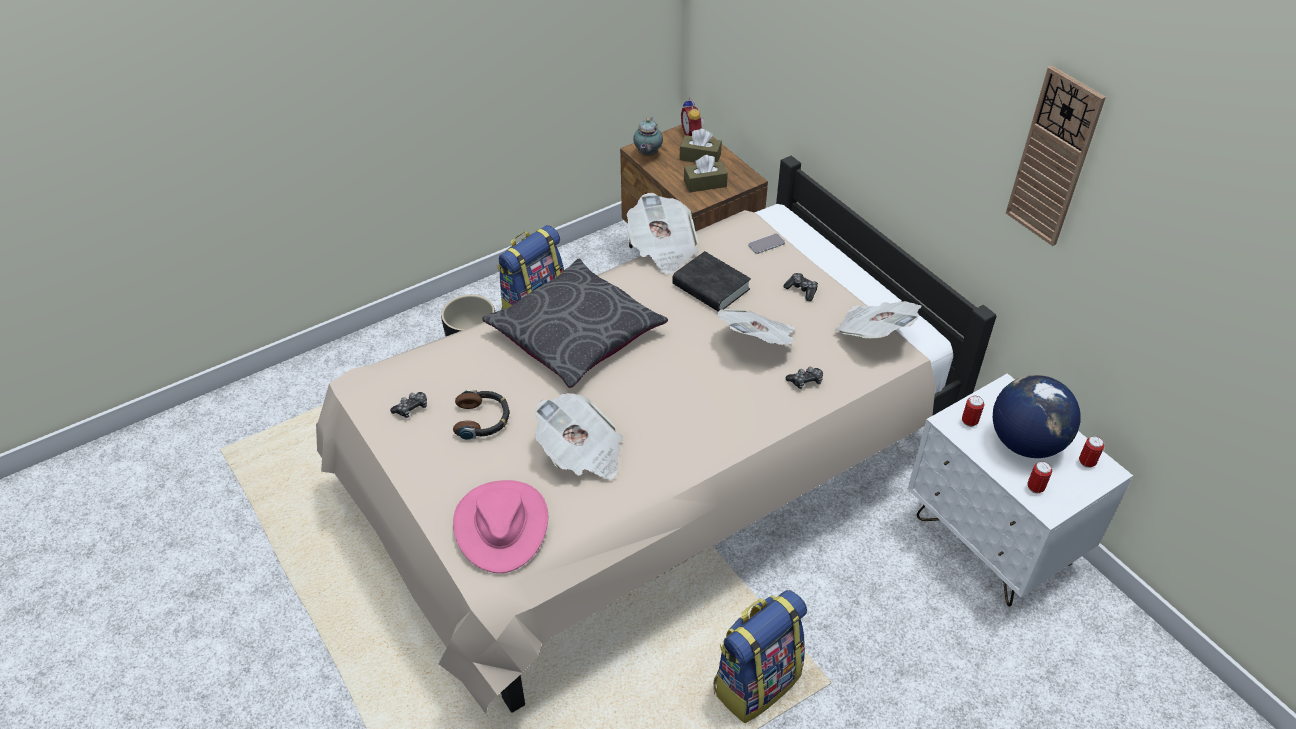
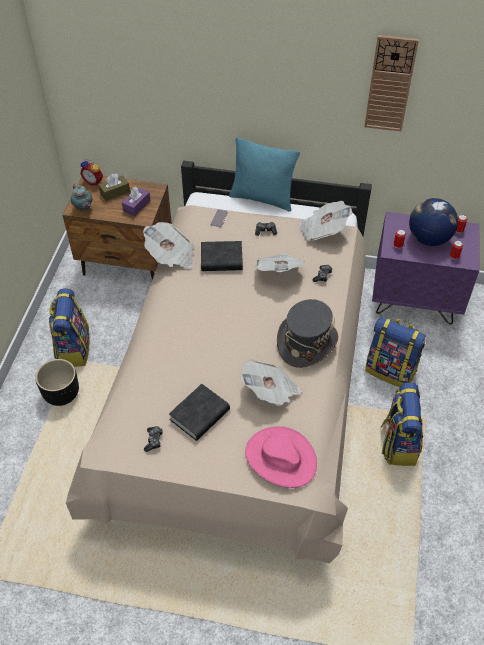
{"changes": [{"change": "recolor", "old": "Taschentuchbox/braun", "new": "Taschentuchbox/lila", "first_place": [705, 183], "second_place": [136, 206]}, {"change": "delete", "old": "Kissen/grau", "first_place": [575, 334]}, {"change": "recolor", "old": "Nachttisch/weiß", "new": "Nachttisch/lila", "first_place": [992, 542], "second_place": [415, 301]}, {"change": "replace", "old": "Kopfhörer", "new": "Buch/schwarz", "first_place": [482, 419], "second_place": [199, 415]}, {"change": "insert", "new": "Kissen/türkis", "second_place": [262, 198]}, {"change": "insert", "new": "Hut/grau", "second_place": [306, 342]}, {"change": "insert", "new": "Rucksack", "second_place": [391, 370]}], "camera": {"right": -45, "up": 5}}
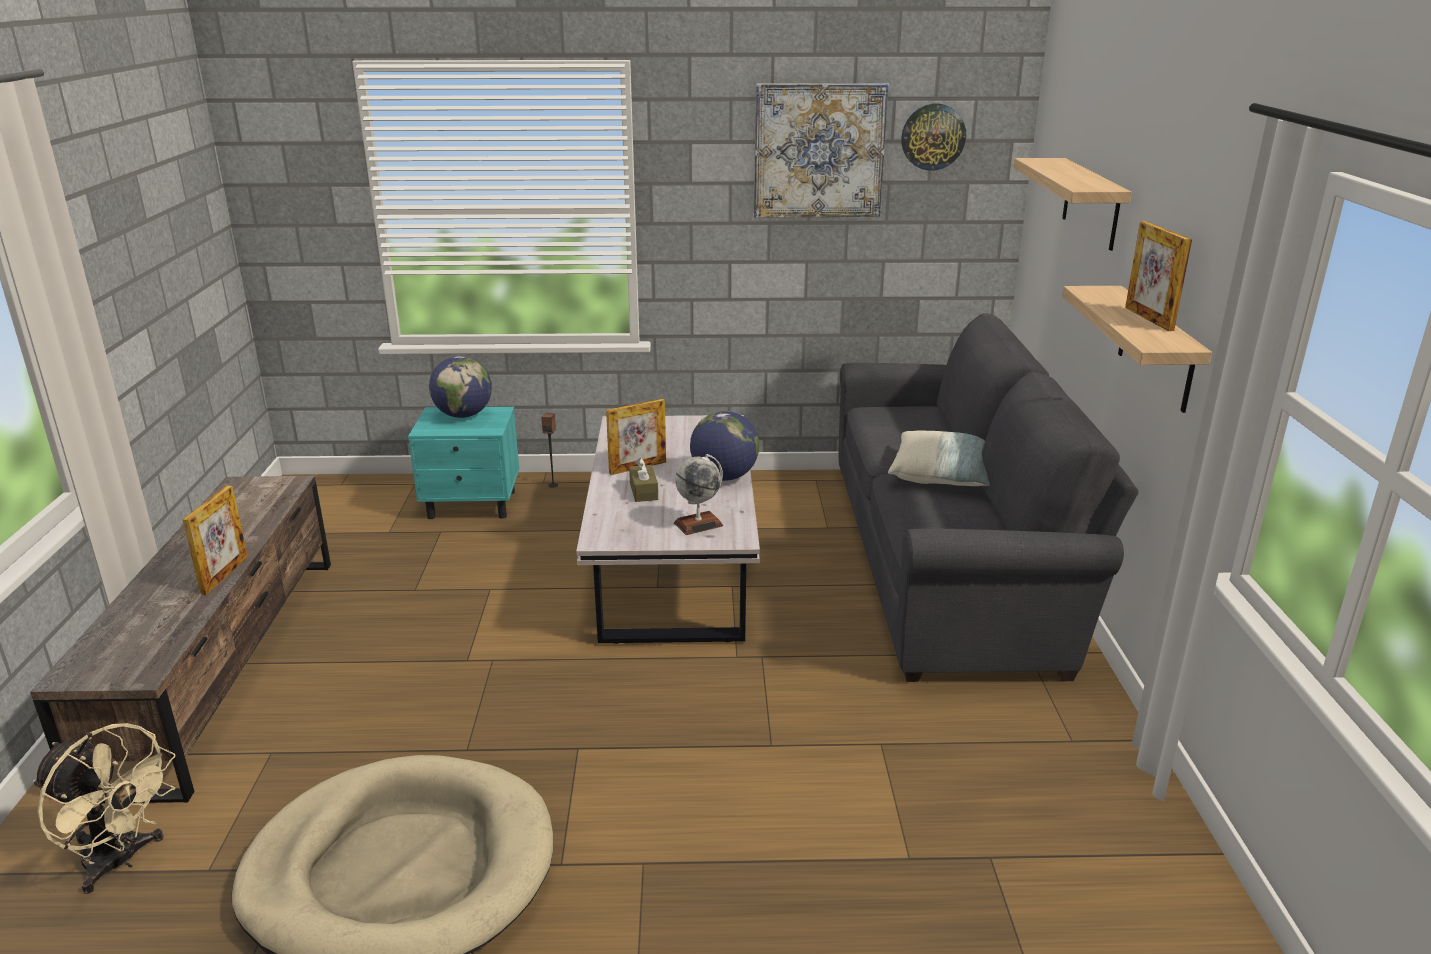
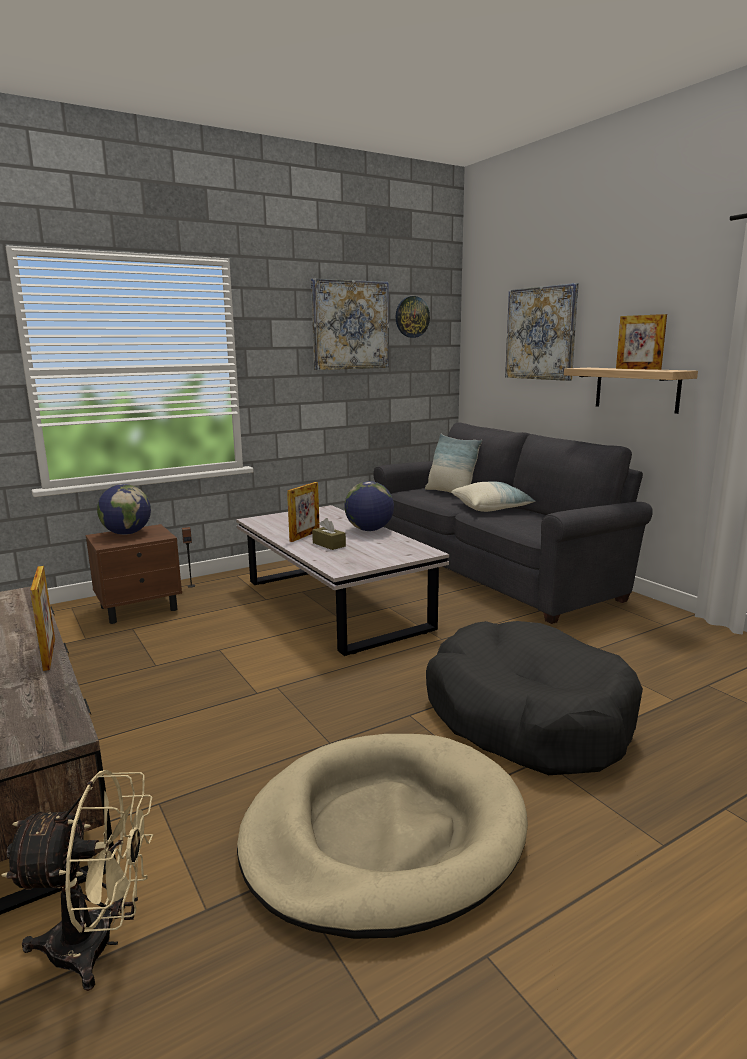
{"changes": [{"change": "replace", "old": "Wandregal", "new": "Bild", "first_place": [1091, 203], "second_place": [541, 333]}, {"change": "recolor", "old": "Nachttisch/türkis", "new": "Nachttisch/braun", "first_place": [473, 504], "second_place": [140, 608]}, {"change": "delete", "old": "Globus", "first_place": [698, 524]}, {"change": "insert", "new": "Kissen", "second_place": [450, 493]}, {"change": "insert", "new": "Hundebett/schwarz", "second_place": [527, 717]}], "camera": {"right": -30, "up": -10}}
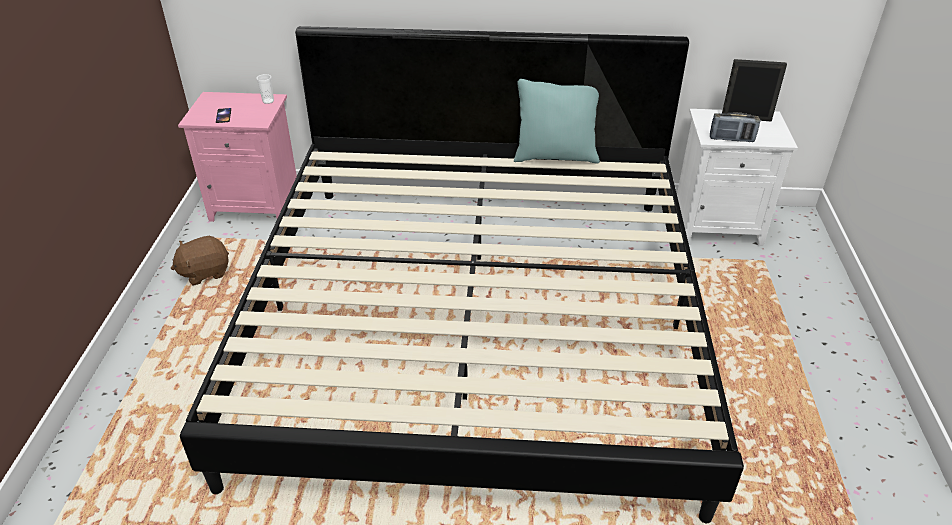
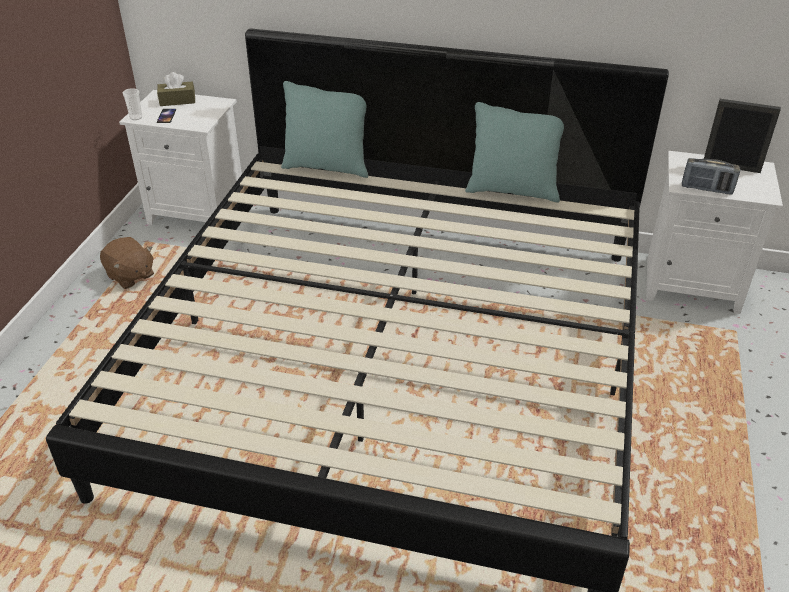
{"changes": [{"change": "move", "old": "Tasse", "first_place": [268, 101], "second_place": [136, 117]}, {"change": "recolor", "old": "Nachttisch/rosa", "new": "Nachttisch/weiß", "first_place": [257, 204], "second_place": [199, 212]}, {"change": "rotate", "old": "Plüschtier/braun", "first_place": [205, 272], "second_place": [130, 276], "degrees": -120}, {"change": "insert", "new": "Taschentuchbox/braun", "second_place": [177, 100]}, {"change": "insert", "new": "Kissen/türkis", "second_place": [327, 166]}], "camera": {"right": 10, "up": 0}}
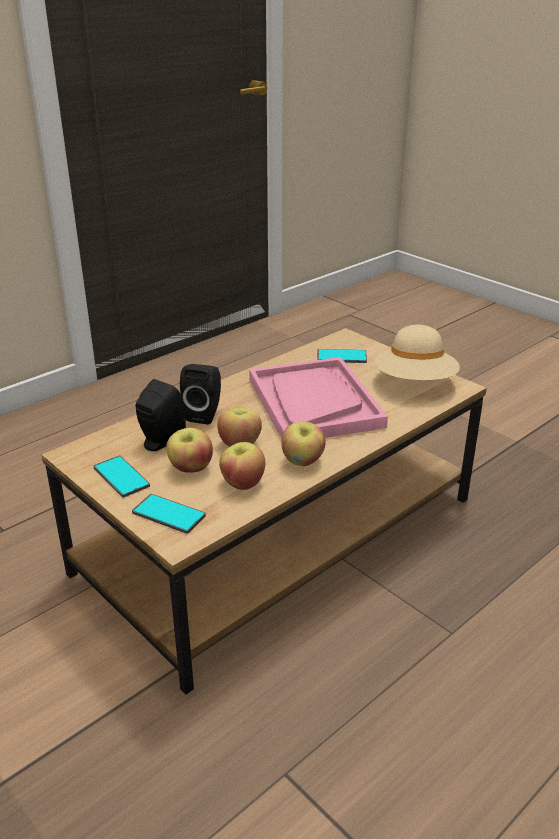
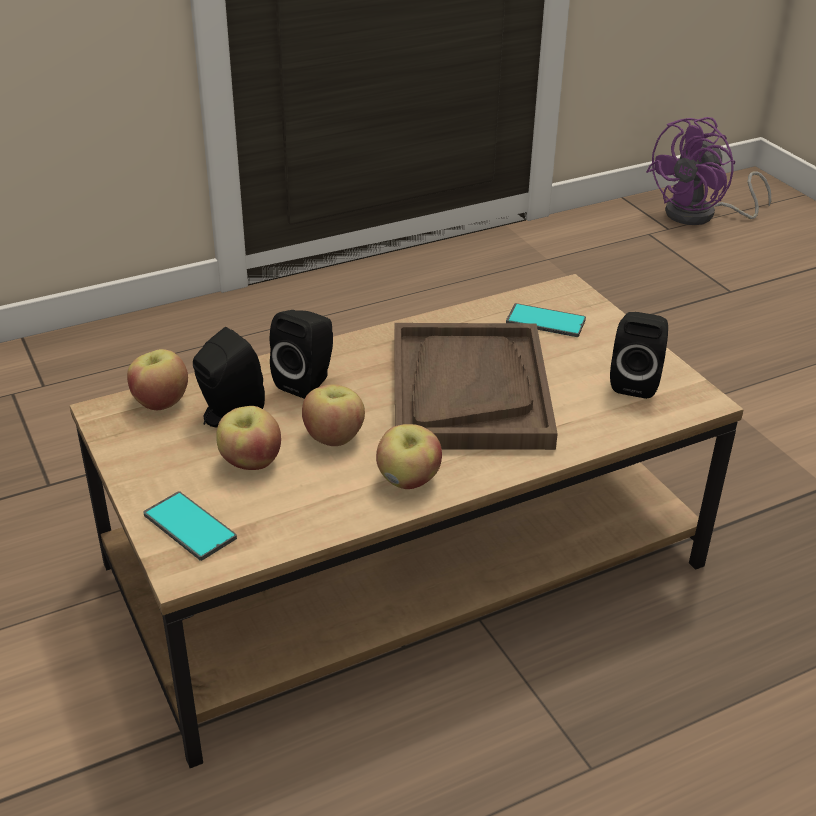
{"changes": [{"change": "replace", "old": "Hut/beige", "new": "Lautsprecher/schwarz", "first_place": [415, 382], "second_place": [635, 382]}, {"change": "recolor", "old": "Tablett/rosa", "new": "Tablett/braun", "first_place": [314, 402], "second_place": [469, 389]}, {"change": "move", "old": "Apfel", "first_place": [242, 483], "second_place": [160, 401]}, {"change": "delete", "old": "Handy", "first_place": [121, 477]}, {"change": "insert", "new": "Ventilator/lila", "second_place": [701, 215]}], "camera": {"right": 15, "up": 5}}
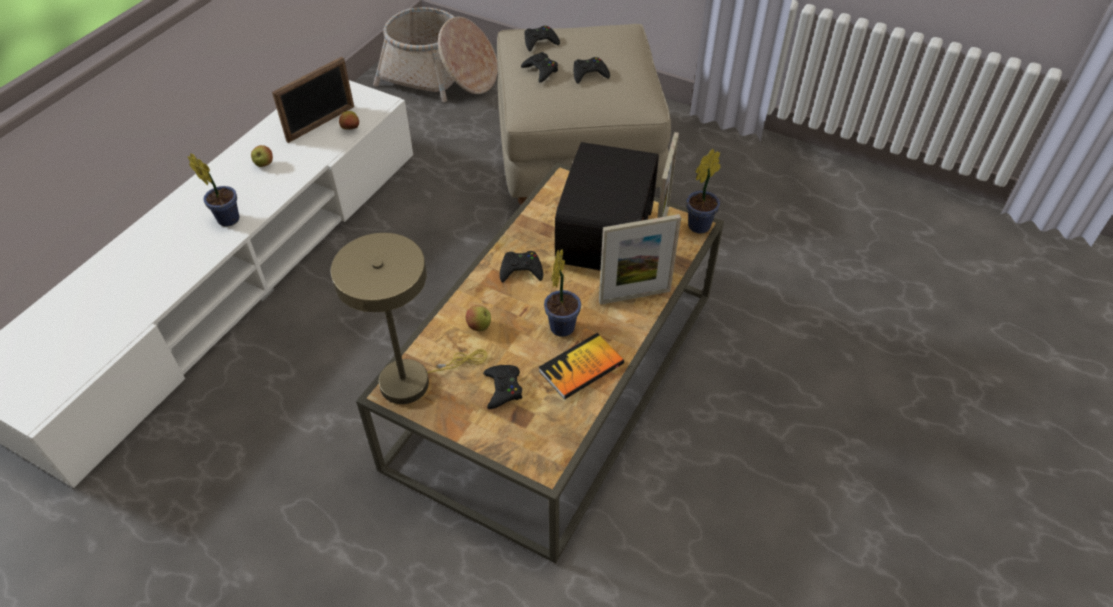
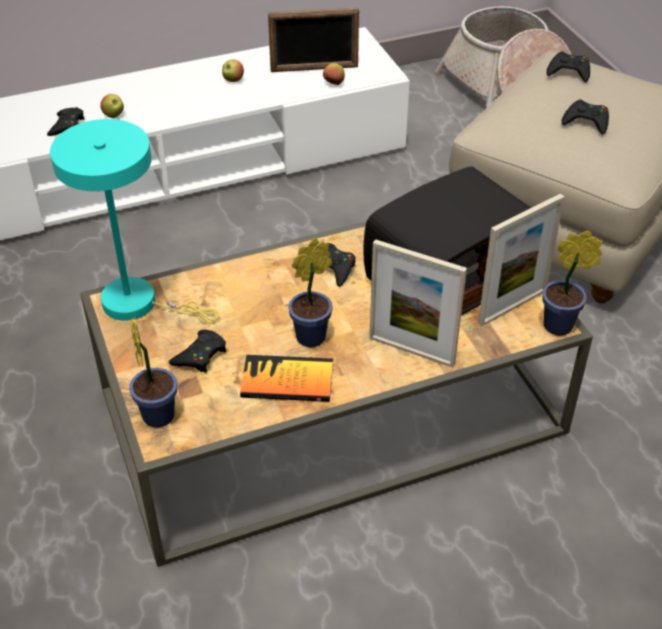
{"changes": [{"change": "move", "old": "Gamepad/schwarz", "first_place": [541, 70], "second_place": [67, 126]}, {"change": "move", "old": "Topfpflanze", "first_place": [226, 218], "second_place": [158, 412]}, {"change": "recolor", "old": "Tischlampe/beige", "new": "Tischlampe/türkis", "first_place": [413, 380], "second_place": [139, 303]}, {"change": "move", "old": "Apfel", "first_place": [479, 326], "second_place": [114, 115]}], "camera": {"right": 40, "up": -5}}
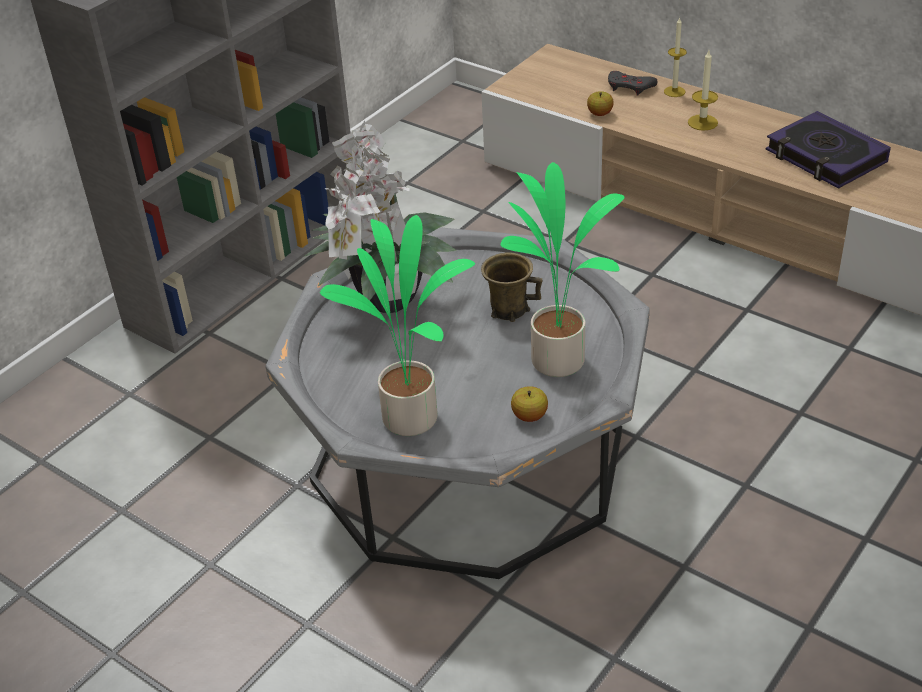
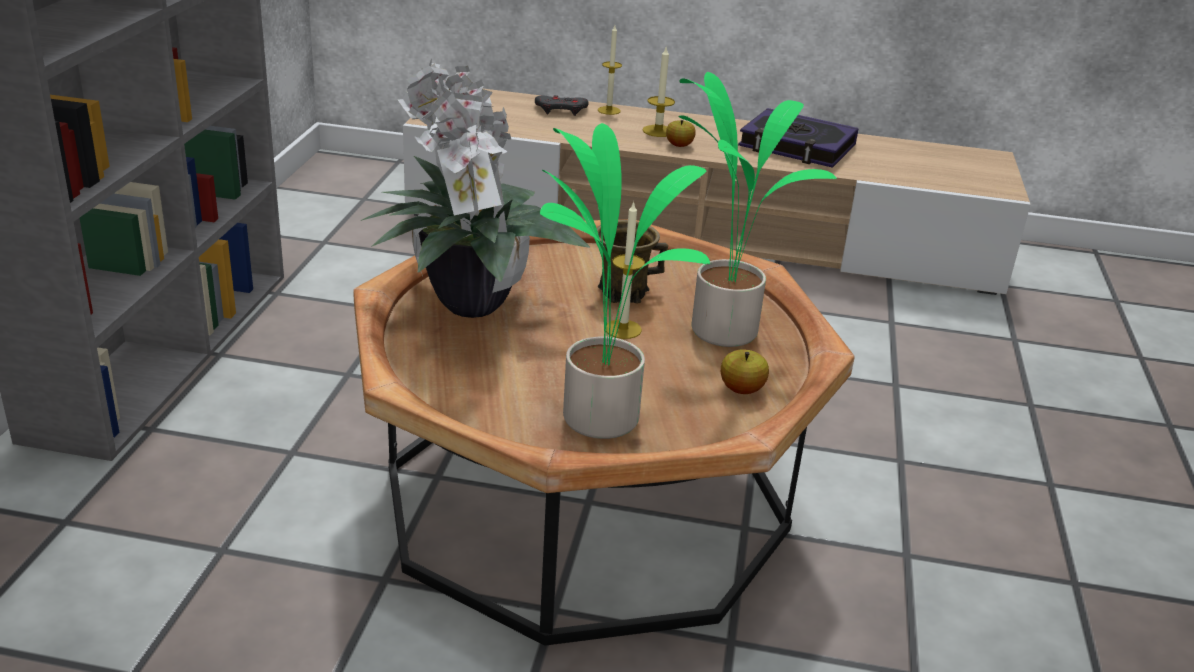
{"changes": [{"change": "move", "old": "Apfel", "first_place": [600, 114], "second_place": [679, 145]}, {"change": "recolor", "old": "Couchtisch/grau", "new": "Couchtisch/braun", "first_place": [468, 457], "second_place": [585, 499]}, {"change": "insert", "new": "Kerze", "second_place": [623, 329]}], "camera": {"right": -30, "up": -10}}
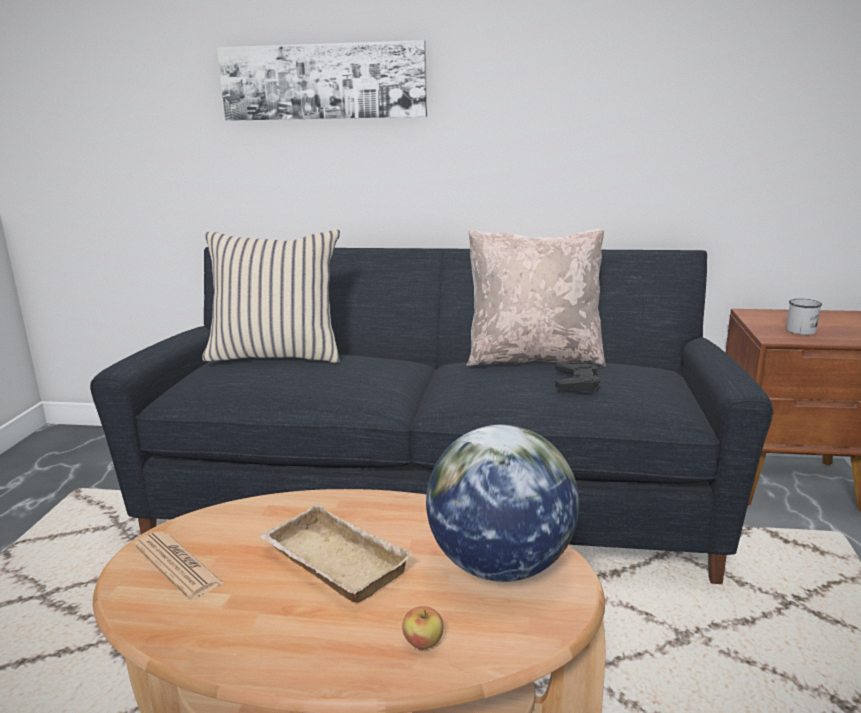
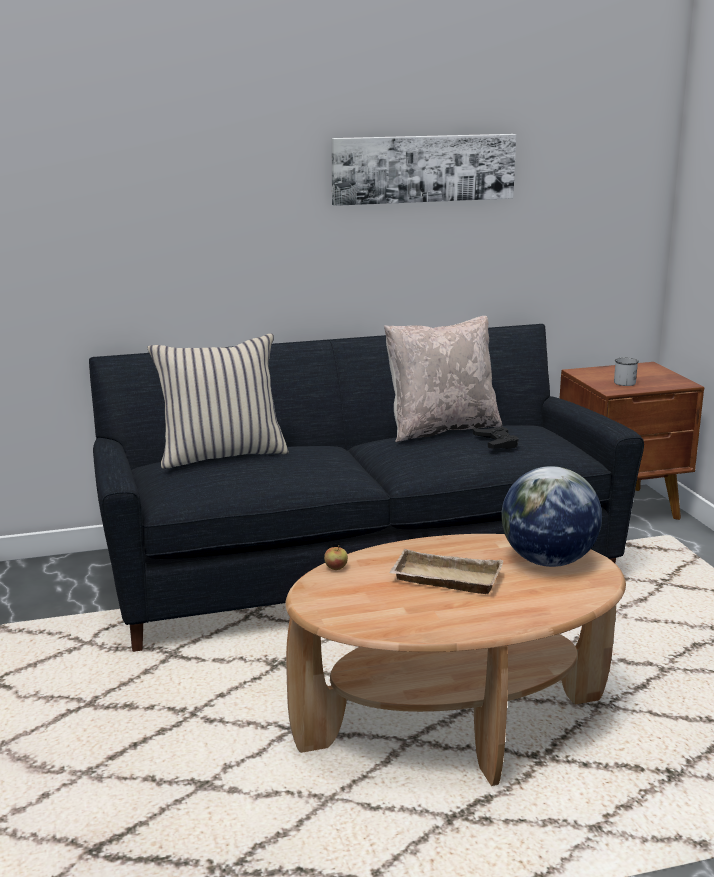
{"changes": [{"change": "move", "old": "Bild", "first_place": [323, 82], "second_place": [423, 168]}, {"change": "delete", "old": "Zeitung", "first_place": [177, 565]}, {"change": "move", "old": "Apfel", "first_place": [423, 643], "second_place": [336, 568]}], "camera": {"right": -25, "up": 0}}
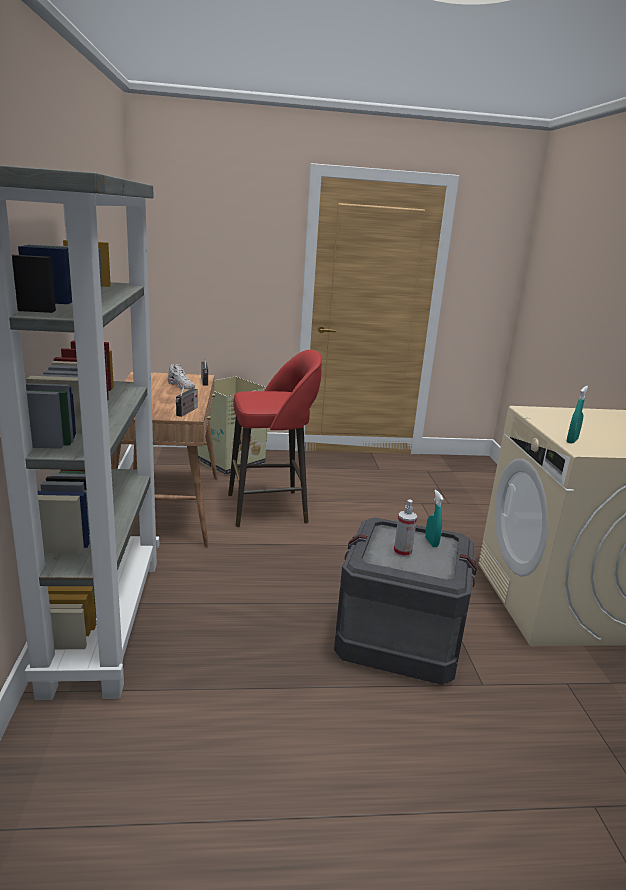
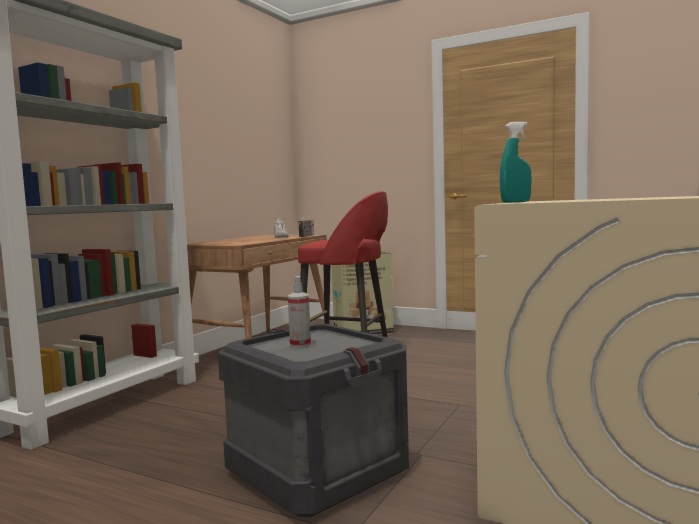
{"changes": [{"change": "delete", "old": "Radio", "first_place": [186, 412]}, {"change": "delete", "old": "Sprühflasche/türkis", "first_place": [431, 542]}], "camera": {"right": 35, "up": -15}}
